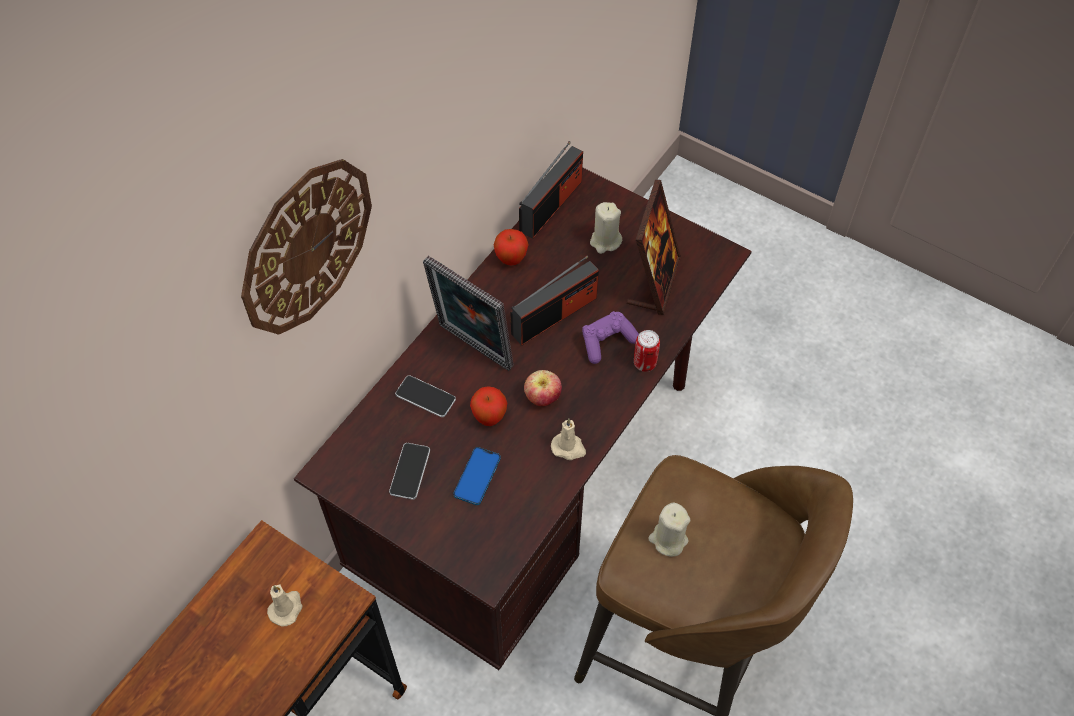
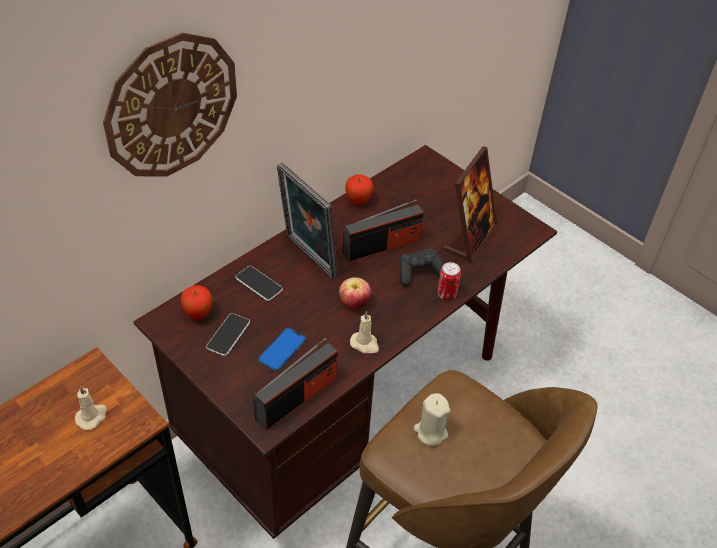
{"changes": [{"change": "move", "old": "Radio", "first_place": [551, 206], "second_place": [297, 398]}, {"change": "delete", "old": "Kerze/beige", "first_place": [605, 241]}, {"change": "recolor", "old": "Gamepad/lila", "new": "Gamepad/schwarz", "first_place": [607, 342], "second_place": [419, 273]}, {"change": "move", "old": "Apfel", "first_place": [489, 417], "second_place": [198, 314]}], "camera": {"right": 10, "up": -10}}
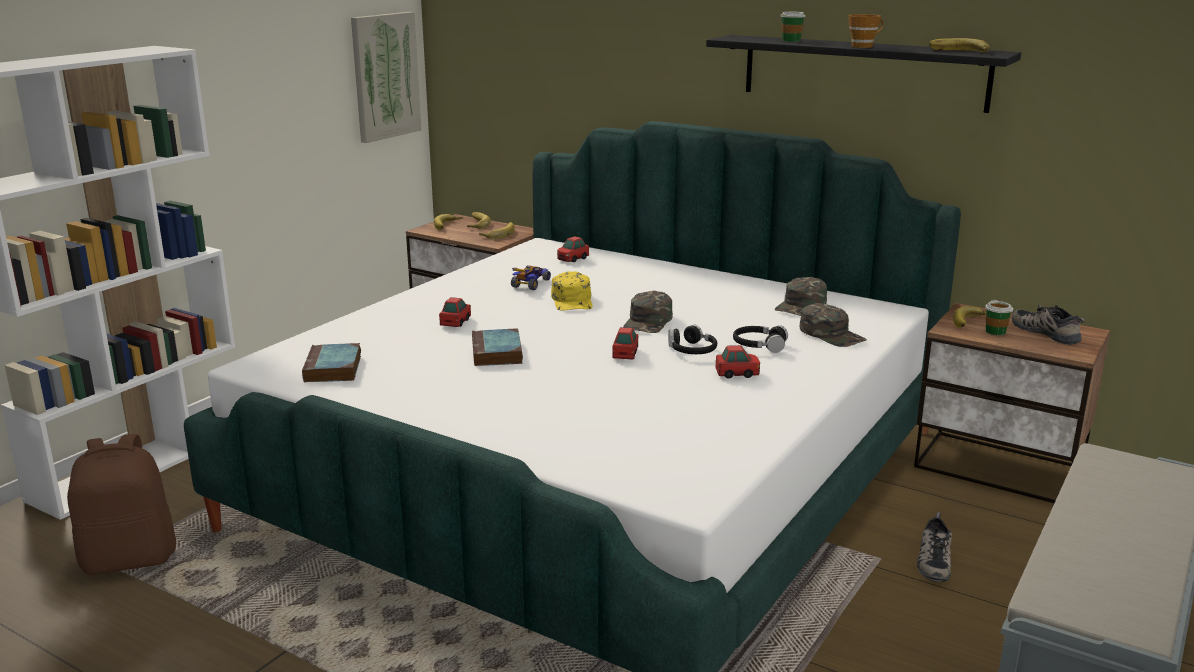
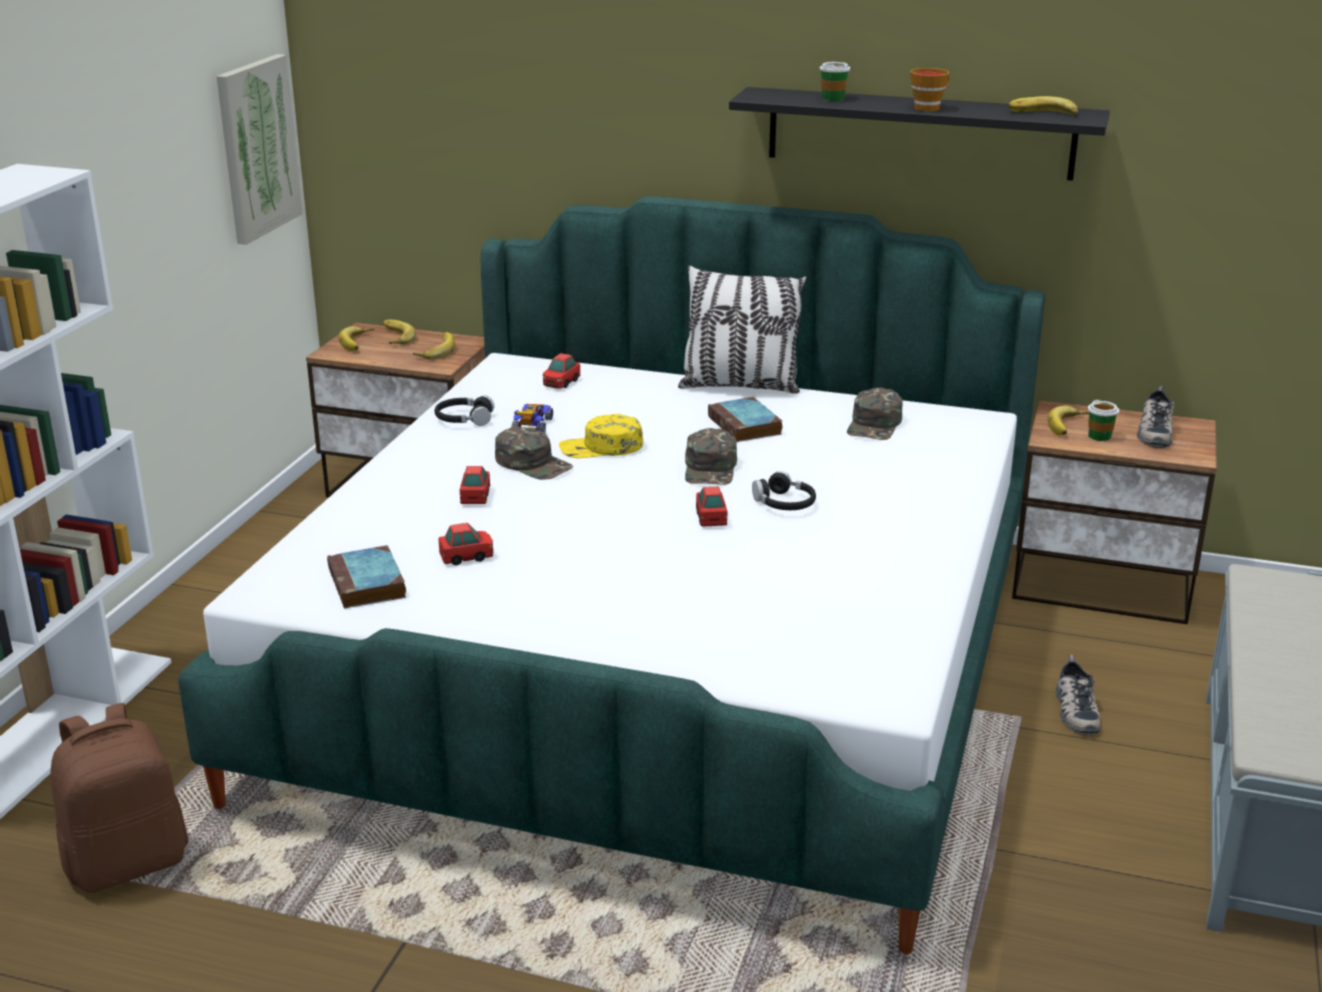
{"changes": [{"change": "rotate", "old": "Kappe/gelb", "first_place": [573, 301], "second_place": [601, 447], "degrees": 105}, {"change": "move", "old": "Kappe/grün", "first_place": [832, 334], "second_place": [533, 463]}, {"change": "rotate", "old": "Schuh", "first_place": [1047, 332], "second_place": [1153, 431], "degrees": -120}, {"change": "move", "old": "Kopfhörer/schwarz", "first_place": [759, 345], "second_place": [464, 419]}, {"change": "move", "old": "Buch", "first_place": [497, 353], "second_place": [746, 426]}, {"change": "move", "old": "Spielzeugauto", "first_place": [737, 374], "second_place": [467, 557]}, {"change": "insert", "new": "Kissen", "second_place": [740, 386]}], "camera": {"right": -15, "up": 5}}
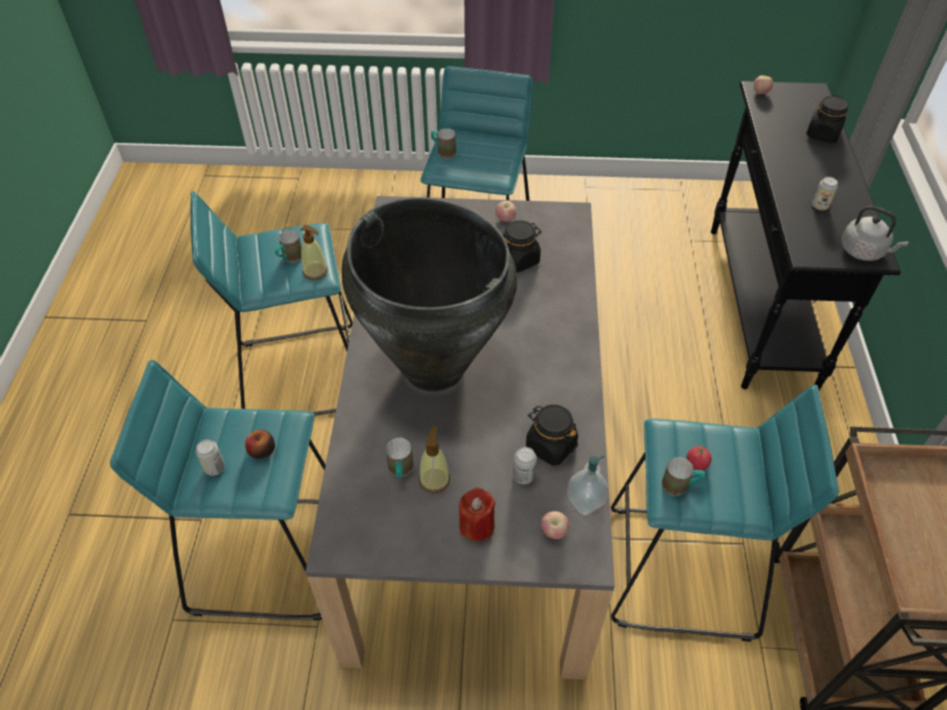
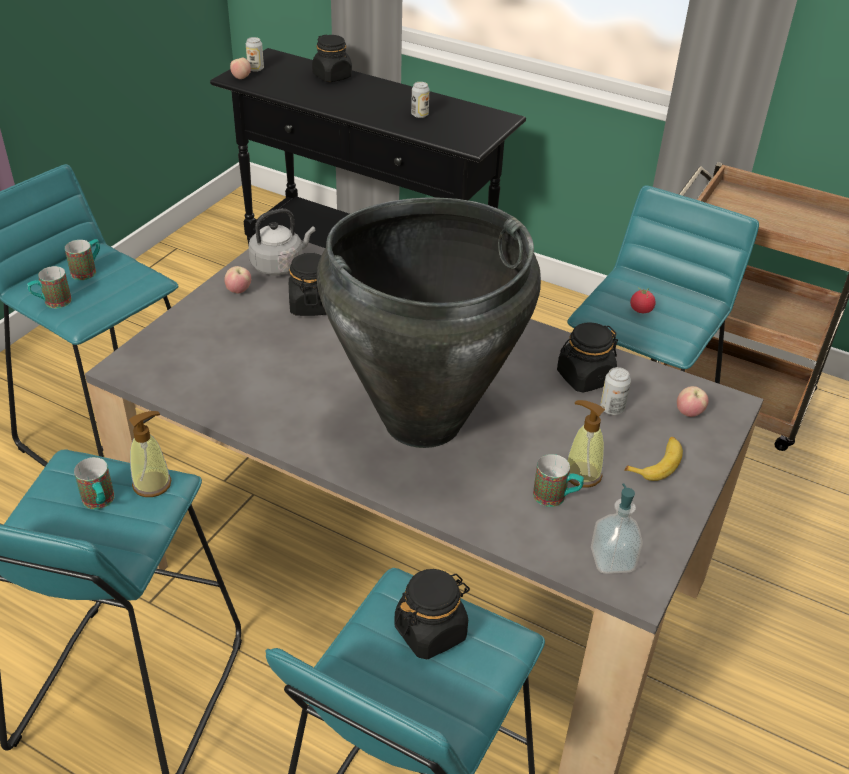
{"changes": [{"change": "move", "old": "Wasserkessel/grau", "first_place": [864, 251], "second_place": [280, 265]}, {"change": "replace", "old": "Apfel", "new": "Vorratsglas/schwarz", "first_place": [262, 450], "second_place": [431, 631]}, {"change": "move", "old": "Dose", "first_place": [215, 468], "second_place": [255, 69]}, {"change": "move", "old": "Seifenspender", "first_place": [585, 500], "second_place": [612, 560]}, {"change": "move", "old": "Henkelbecher", "first_place": [680, 486], "second_place": [88, 271]}, {"change": "replace", "old": "Kerze/rot", "new": "Banane", "first_place": [476, 525], "second_place": [657, 463]}], "camera": {"right": -65, "up": -10}}
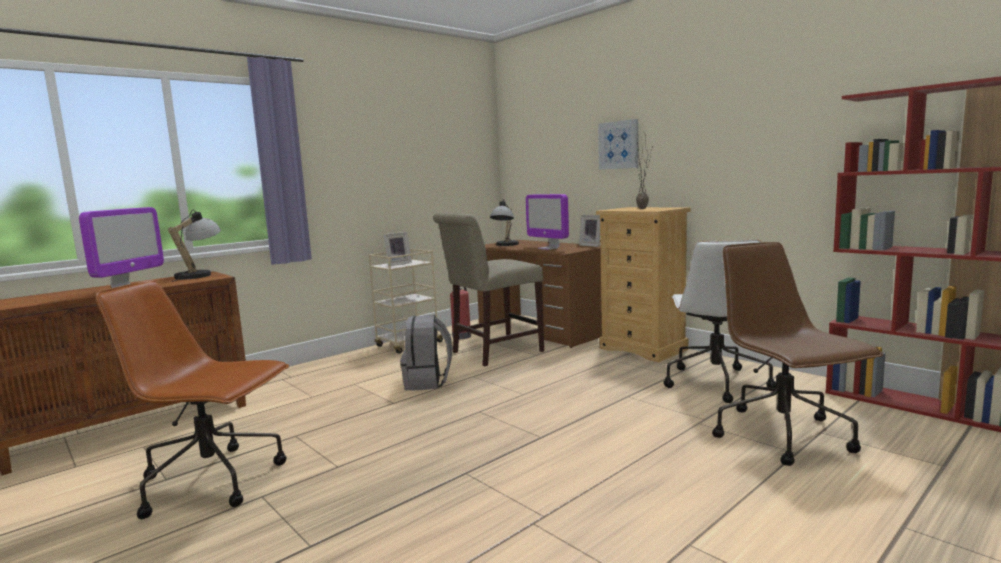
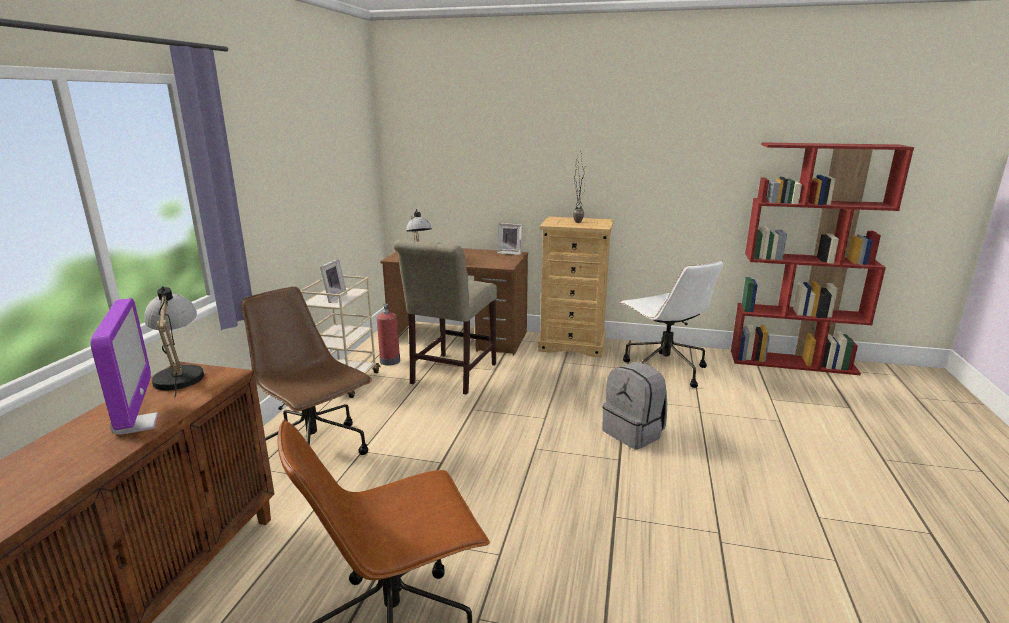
{"changes": [{"change": "delete", "old": "Bild", "first_place": [618, 145]}, {"change": "delete", "old": "Monitor", "first_place": [548, 248]}, {"change": "move", "old": "Bürostuhl/braun", "first_place": [784, 436], "second_place": [315, 451]}, {"change": "move", "old": "Rucksack/grau", "first_place": [428, 382], "second_place": [634, 433]}], "camera": {"right": -35, "up": 10}}
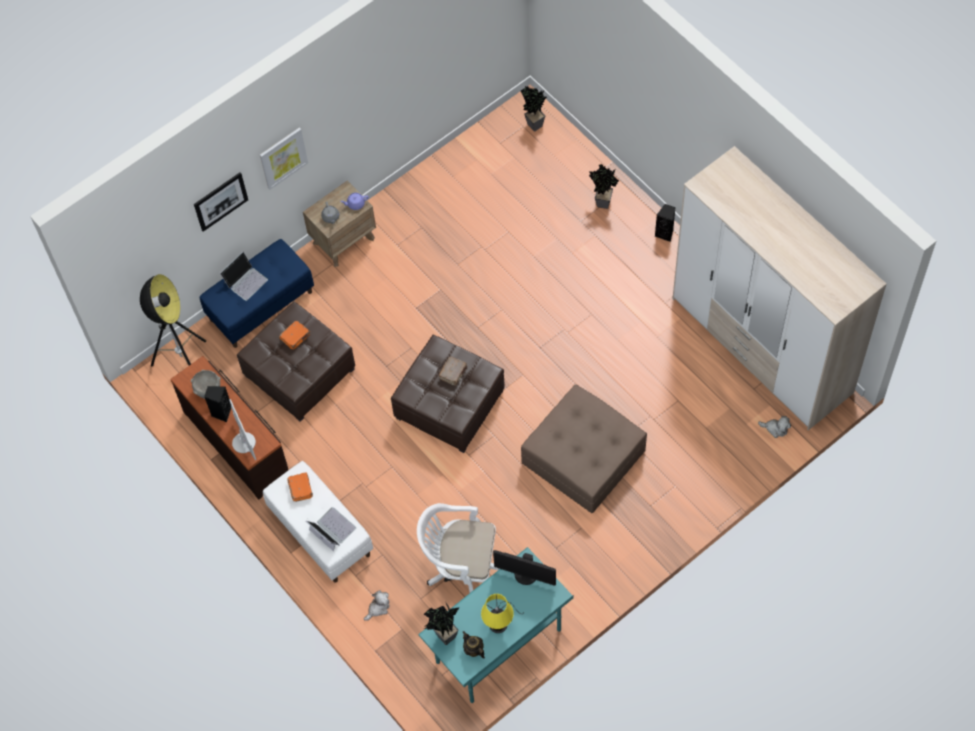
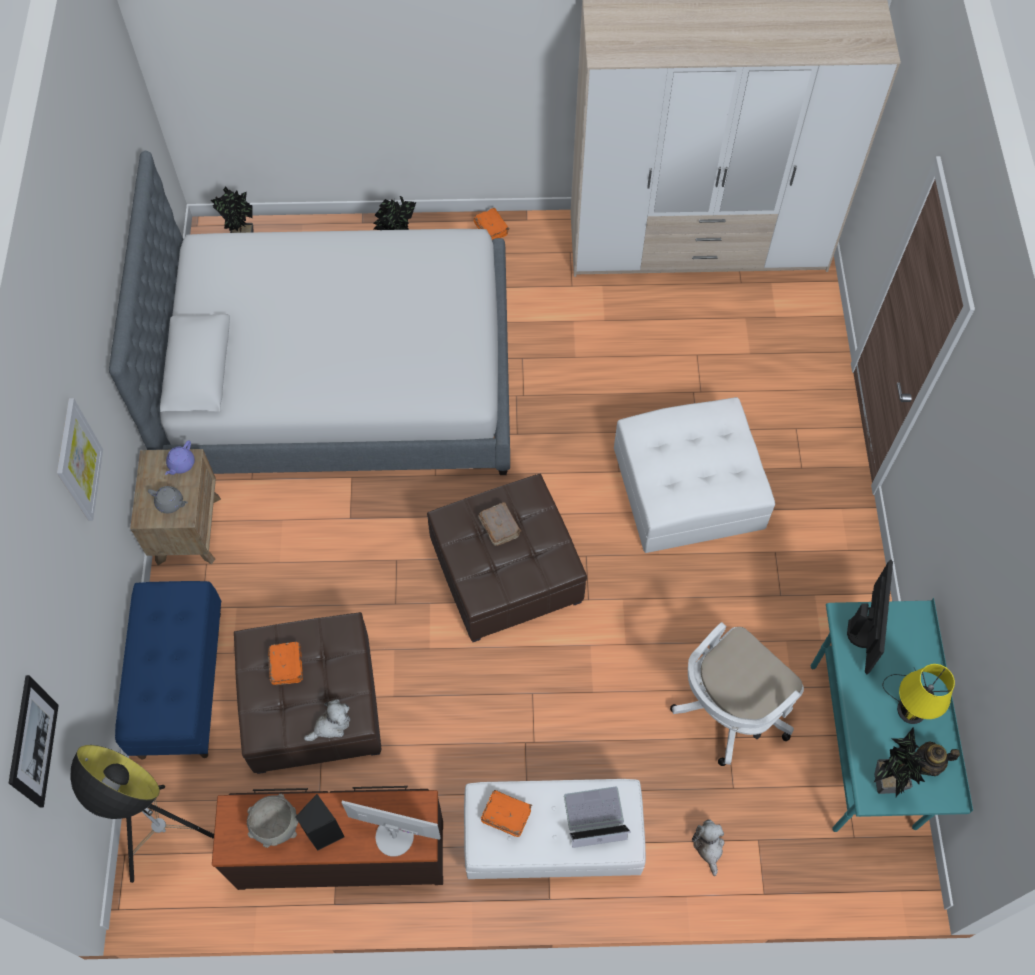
{"changes": [{"change": "move", "old": "Bild", "first_place": [220, 201], "second_place": [32, 742]}, {"change": "replace", "old": "Lautsprecher/schwarz", "new": "Buch/orange", "first_place": [665, 233], "second_place": [491, 229]}, {"change": "delete", "old": "Laptop", "first_place": [245, 281]}, {"change": "recolor", "old": "Polsterhocker/braun", "new": "Polsterhocker/weiß", "first_place": [583, 457], "second_place": [688, 488]}, {"change": "move", "old": "Plüschtier", "first_place": [775, 428], "second_place": [331, 725]}, {"change": "rotate", "old": "Monitor", "first_place": [525, 575], "second_place": [865, 631], "degrees": -45}, {"change": "insert", "new": "Bett", "second_place": [341, 376]}], "camera": {"right": -55, "up": 0}}
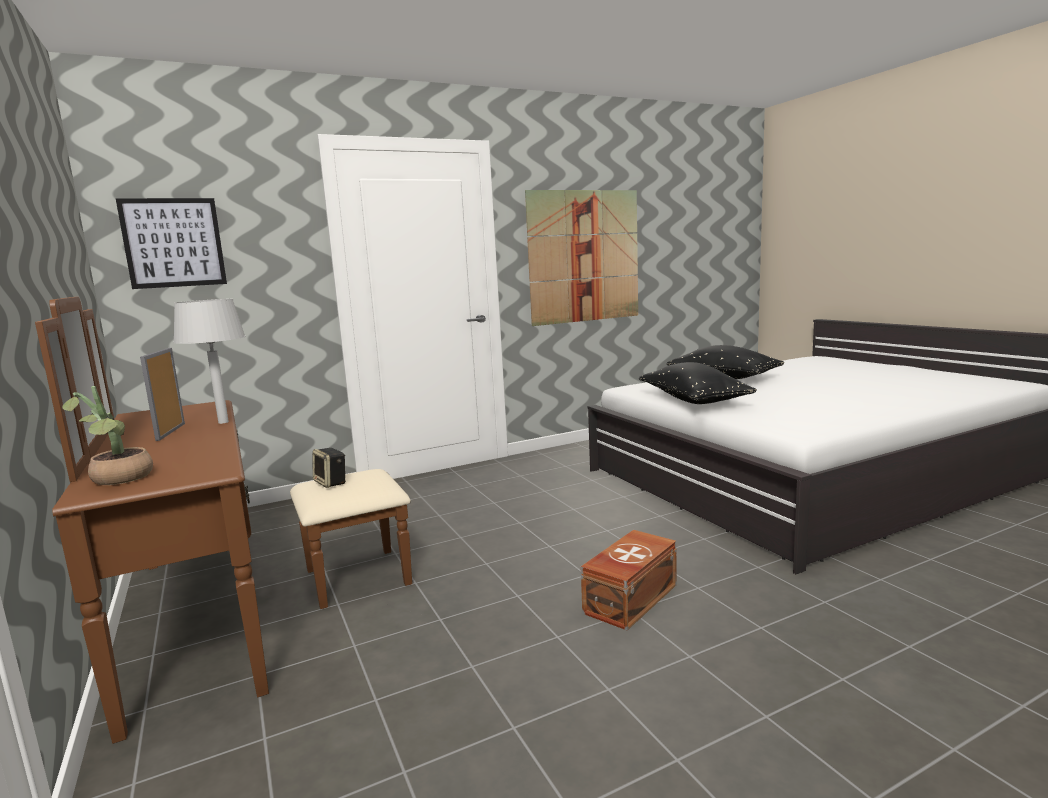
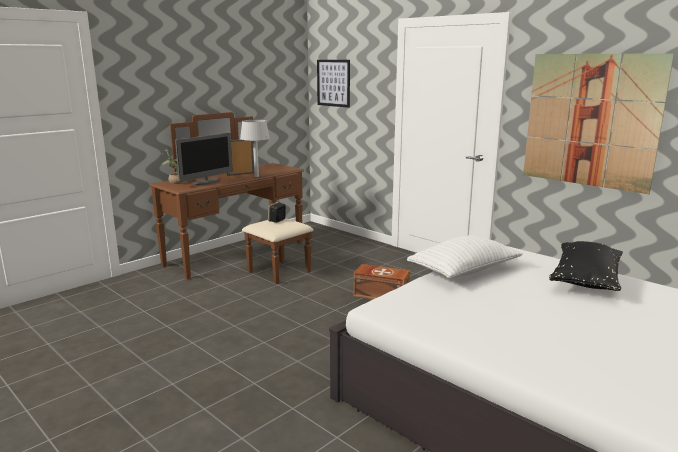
{"changes": [{"change": "recolor", "old": "Kissen/schwarz", "new": "Kissen/weiß", "first_place": [693, 401], "second_place": [464, 271]}, {"change": "move", "old": "Aufbewahrungsbox/braun", "first_place": [628, 599], "second_place": [380, 294]}, {"change": "insert", "new": "Monitor", "second_place": [207, 182]}], "camera": {"right": 70, "up": 5}}
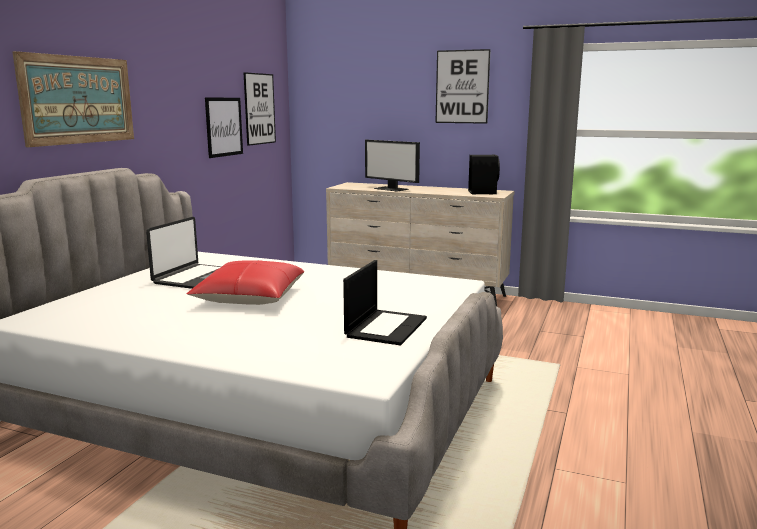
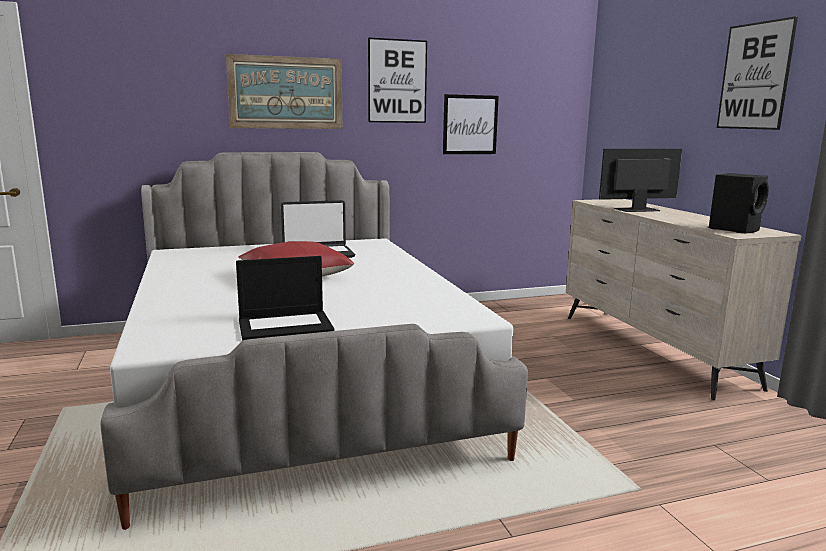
{"changes": [{"change": "move", "old": "Bild", "first_place": [259, 109], "second_place": [397, 81]}, {"change": "rotate", "old": "Monitor", "first_place": [392, 189], "second_place": [637, 210], "degrees": 75}], "camera": {"right": 50, "up": 0}}
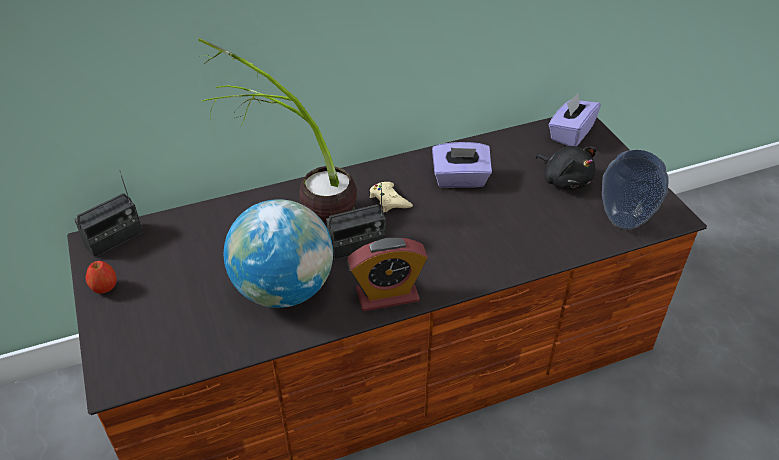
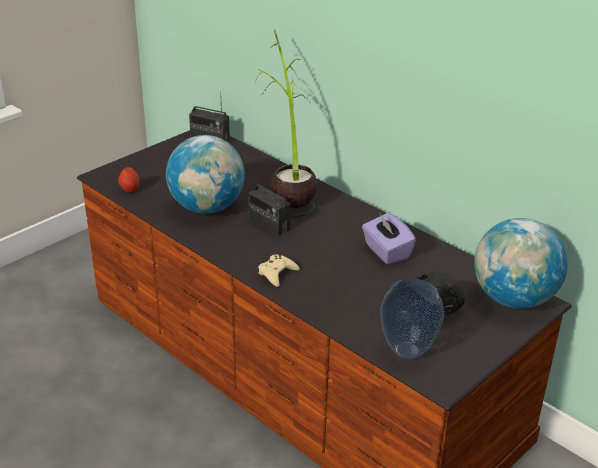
{"changes": [{"change": "replace", "old": "Taschentuchbox/lila", "new": "Globus", "first_place": [570, 134], "second_place": [513, 299]}, {"change": "move", "old": "Gamepad/beige", "first_place": [389, 200], "second_place": [277, 273]}, {"change": "delete", "old": "Wecker", "first_place": [387, 295]}, {"change": "move", "old": "Apfel", "first_place": [105, 288], "second_place": [130, 190]}], "camera": {"right": 65, "up": -10}}
